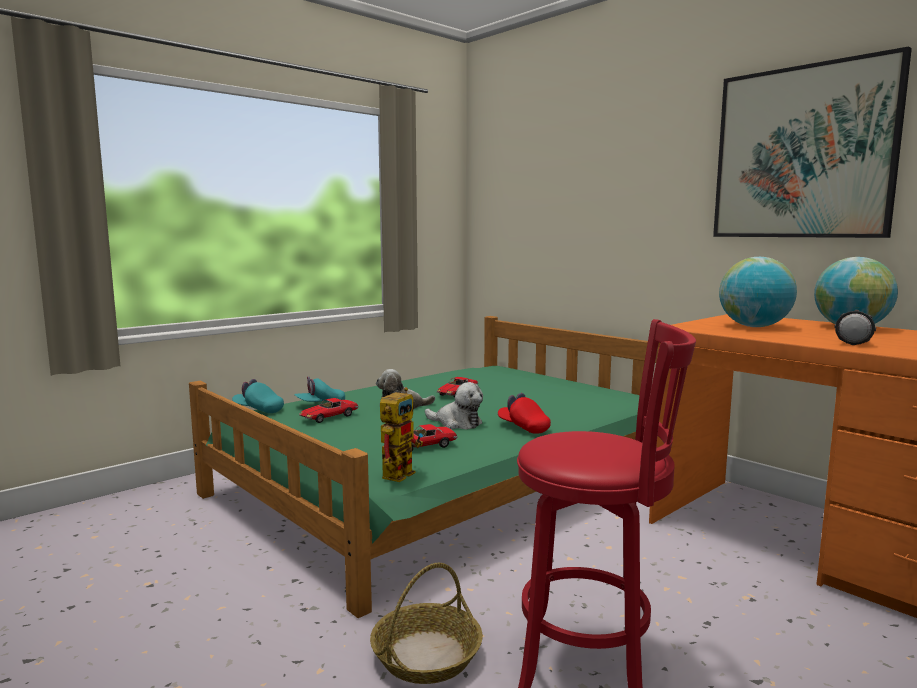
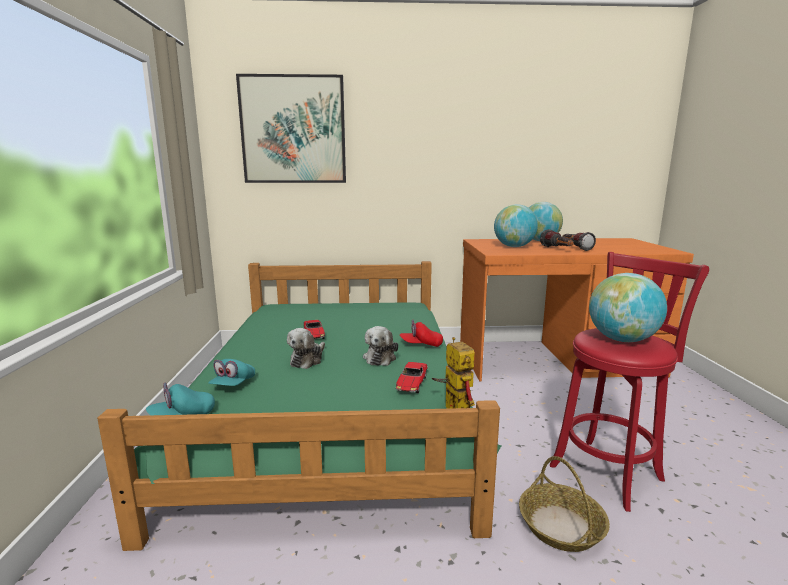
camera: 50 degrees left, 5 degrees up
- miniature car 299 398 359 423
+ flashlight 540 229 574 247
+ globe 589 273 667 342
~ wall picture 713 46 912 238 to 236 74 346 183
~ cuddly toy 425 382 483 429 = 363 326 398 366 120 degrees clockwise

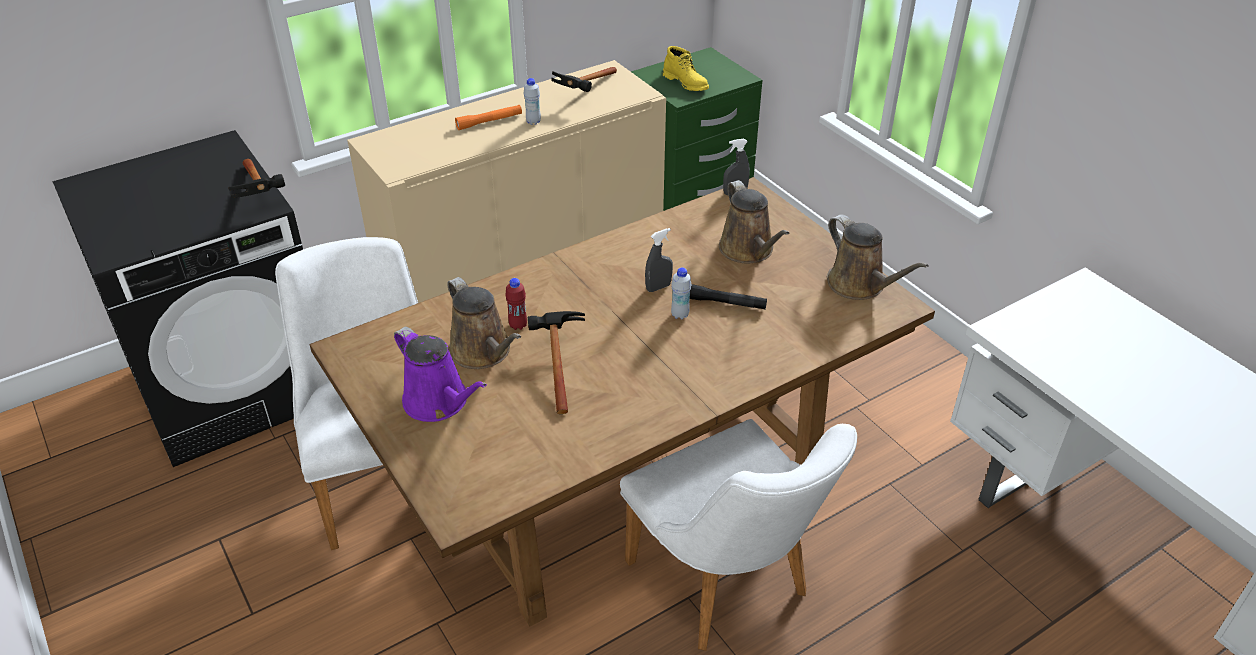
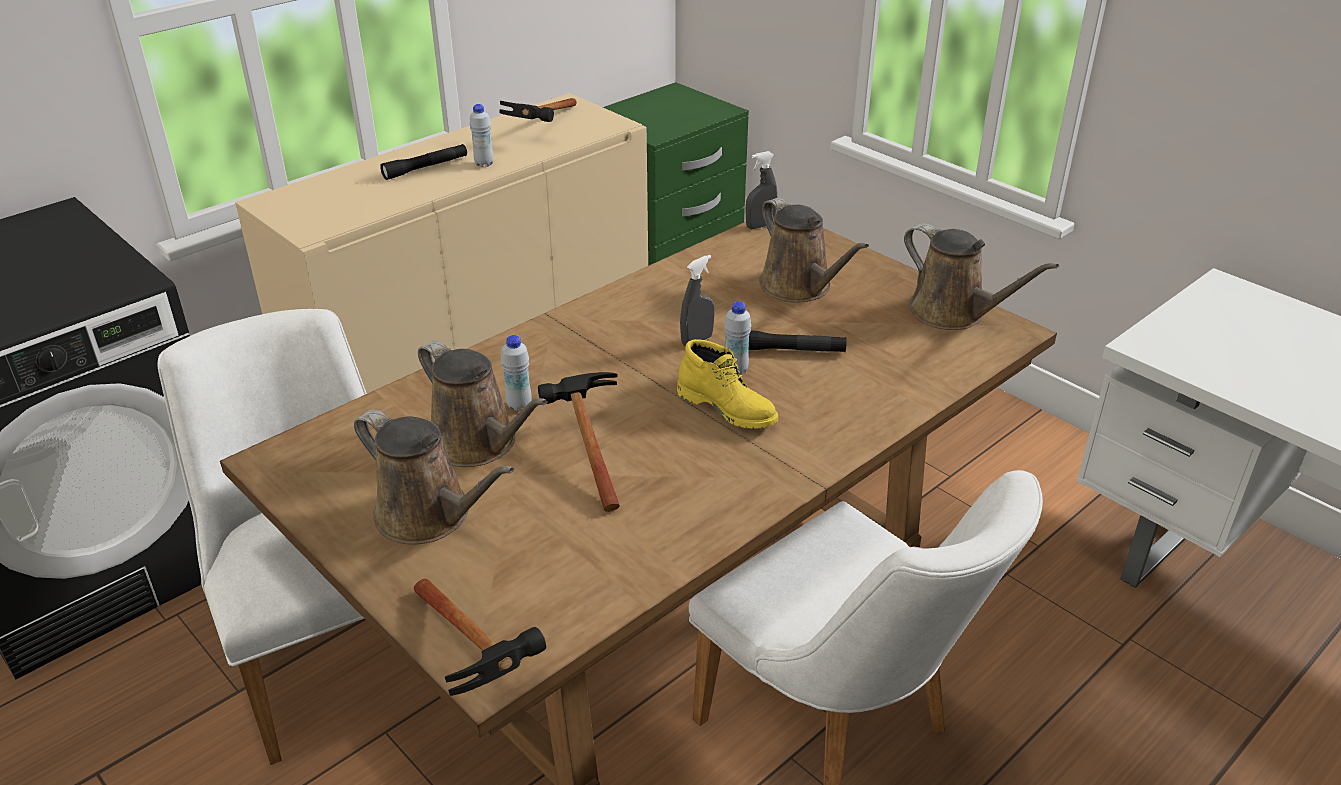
camera: 10 degrees left, 5 degrees down
~ hammer 228 159 285 198 to 414 579 546 696
~ boot/yellow-coloured 663 46 709 91 to 677 339 778 428
~ watering can/purple-coloured 394 327 487 422 to watering can/brown-coloured 354 409 514 545
~ flashlight/orangey 455 105 522 130 to flashlight/black 380 144 467 180
~ drink bottle/red-coloured 505 278 527 330 to drink bottle/white 501 335 532 411

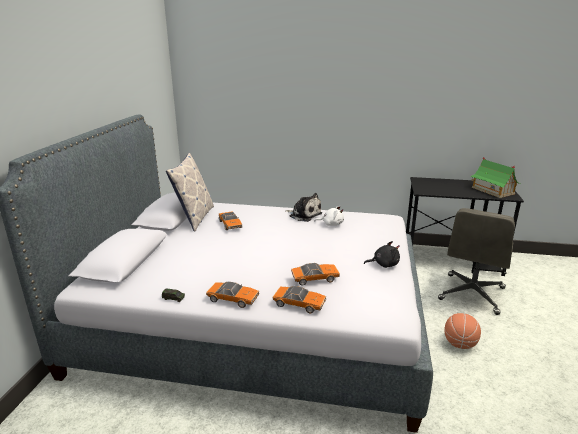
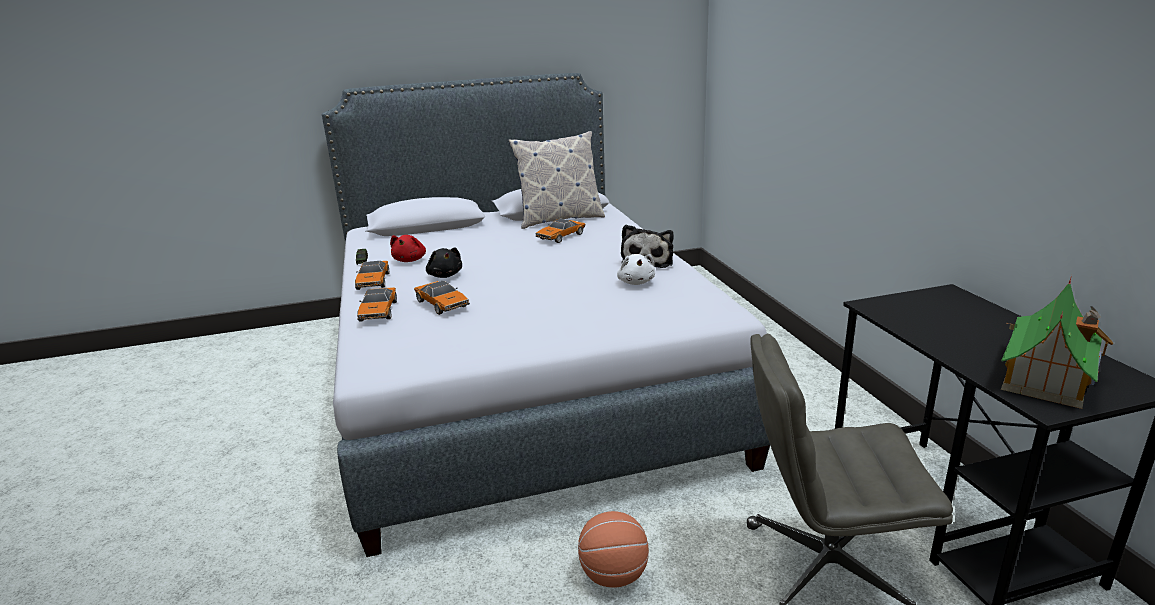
camera: 65 degrees right, 0 degrees up
+ cuddly toy/red-coloured 390 235 426 262
~ cuddly toy/black 364 241 400 268 to 426 247 462 278

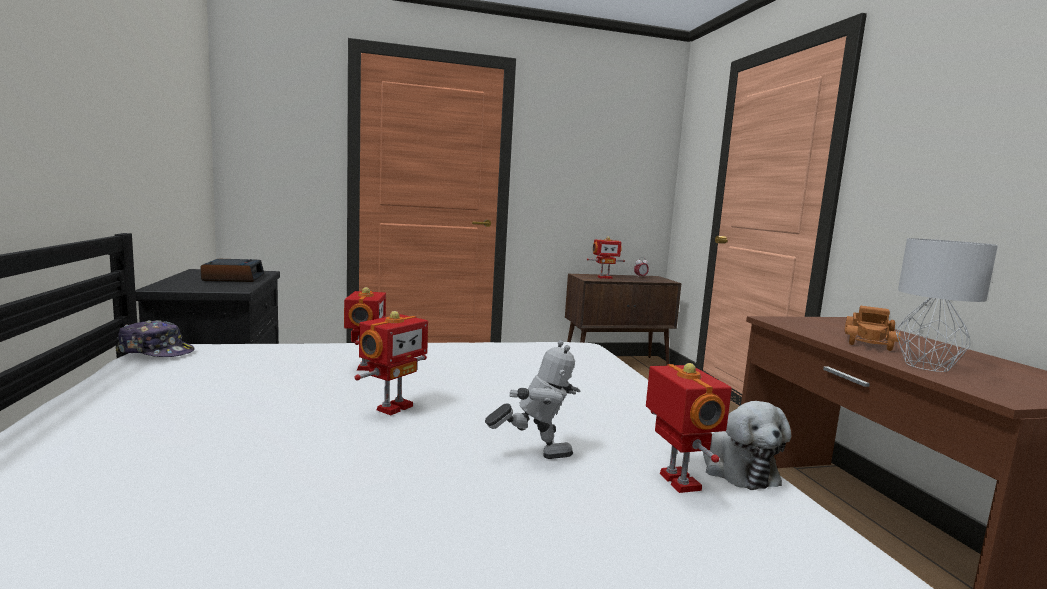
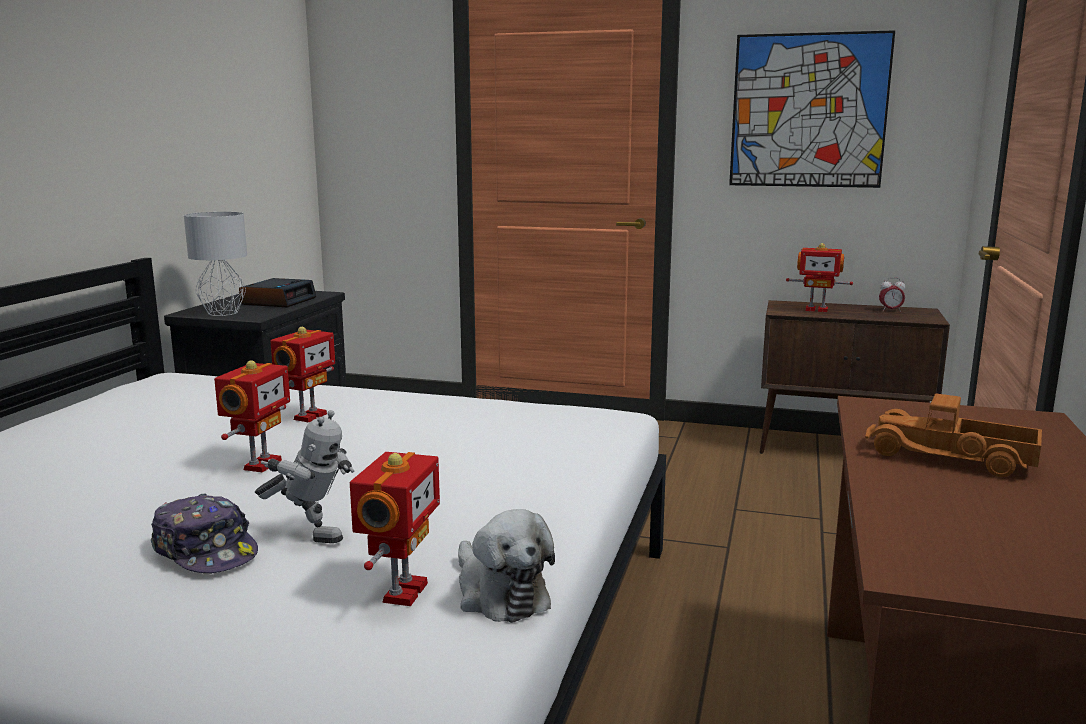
camera: 30 degrees right, 5 degrees up
+ wall picture 729 30 895 188
~ cap 115 320 195 357 to 151 493 258 573
~ lamp for a table/grey 896 238 998 372 to 184 212 247 316
~ toy robot 354 311 428 415 = 214 360 290 473 45 degrees counterclockwise
~ cuddly toy 703 401 791 490 = 458 509 555 623 45 degrees counterclockwise
~ model truck 845 306 900 351 = 865 394 1042 477 60 degrees clockwise

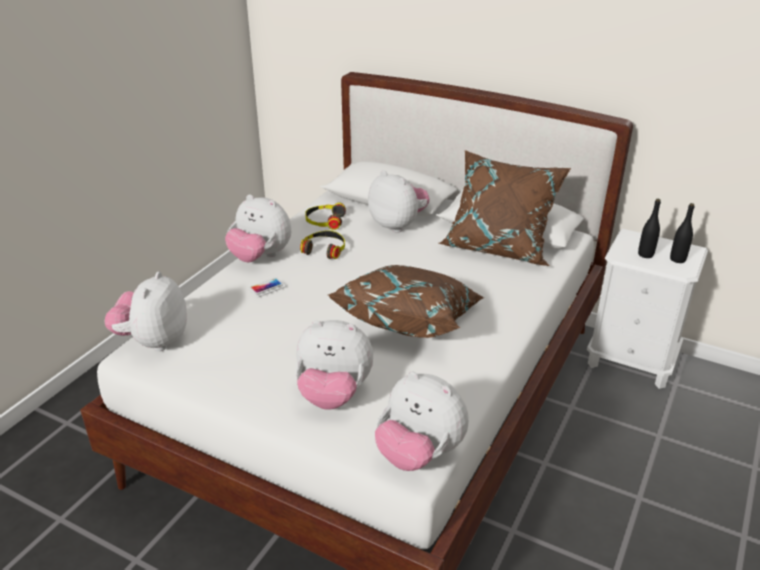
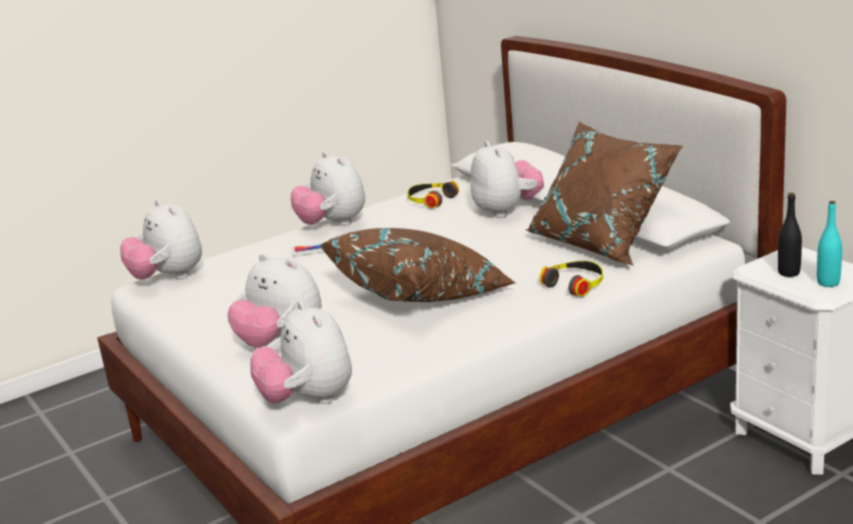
camera: 30 degrees right, 10 degrees down
~ headset 300 230 345 259 to 540 261 603 297
~ drink bottle/black 670 203 694 263 to drink bottle/turquoise-coloured 817 201 842 287
~ cuddly toy 104 271 187 351 = 120 200 202 280 75 degrees counterclockwise

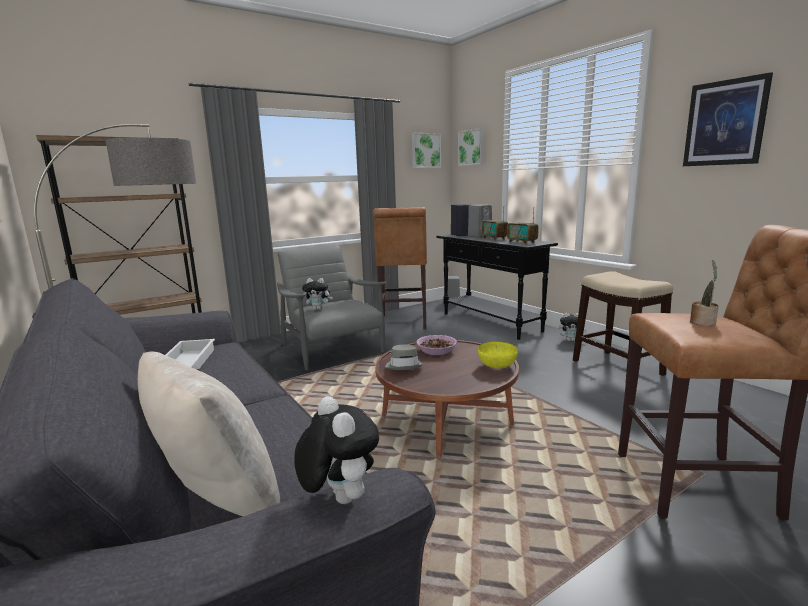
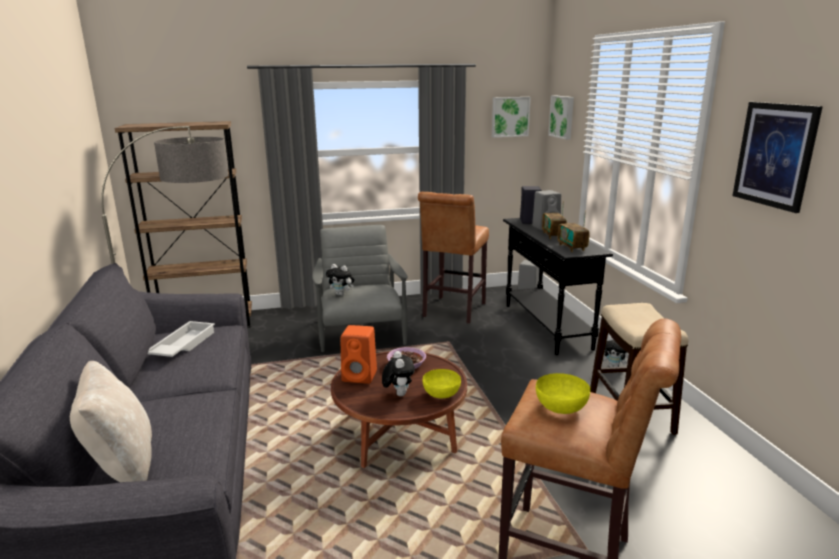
camera: 20 degrees right, 5 degrees up
~ cuddly toy 294 396 379 504 to 382 351 415 396
~ clothing hat/grey 385 344 423 370 to speaker/orangey 341 325 377 384
~ plant in a pot 690 260 719 326 to bowl/yellow-coloured 536 373 590 414

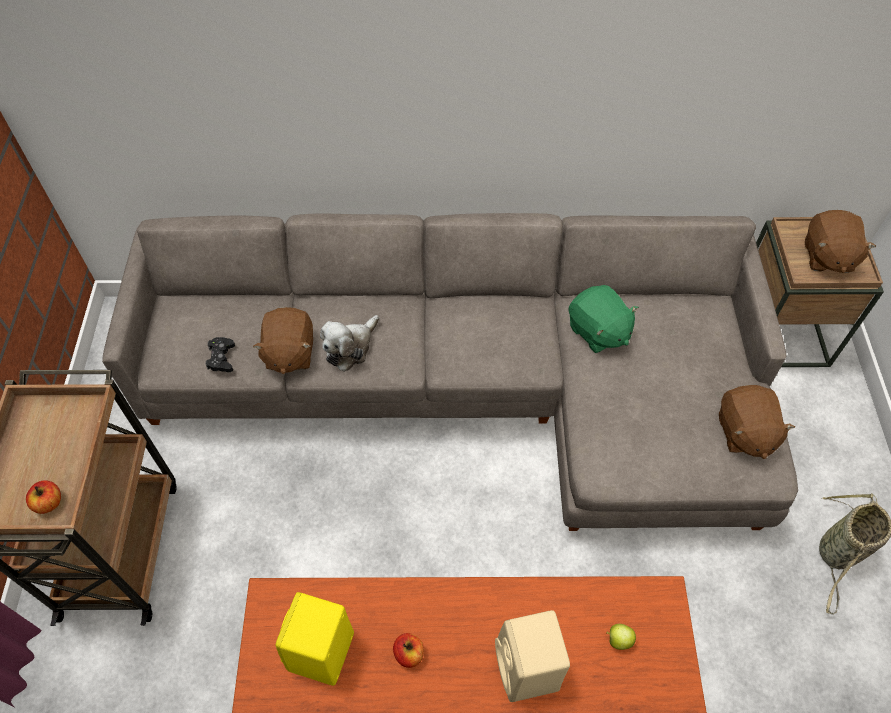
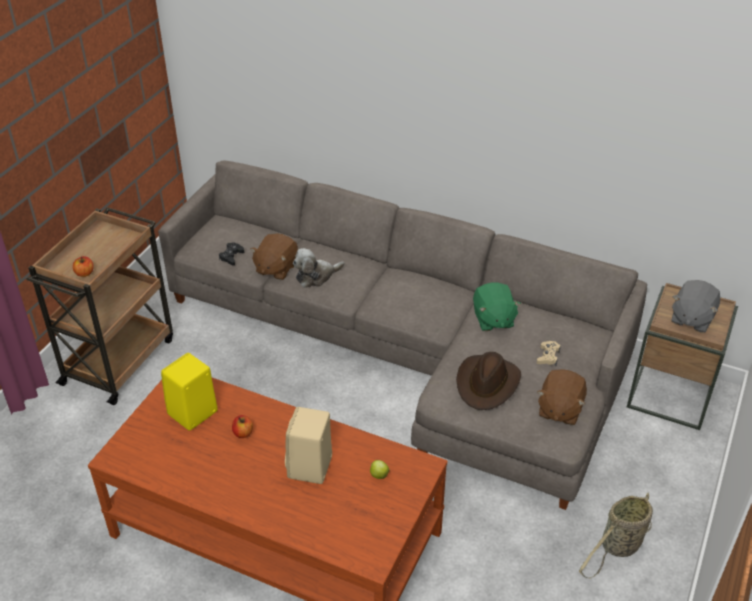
camera: 25 degrees right, 15 degrees down
+ clothing hat/brown-coloured 456 352 521 410
+ gamepad/sand-coloured 537 341 561 365
~ cuddly toy/brown-coloured 805 210 876 273 to cuddly toy/grey 671 280 720 333

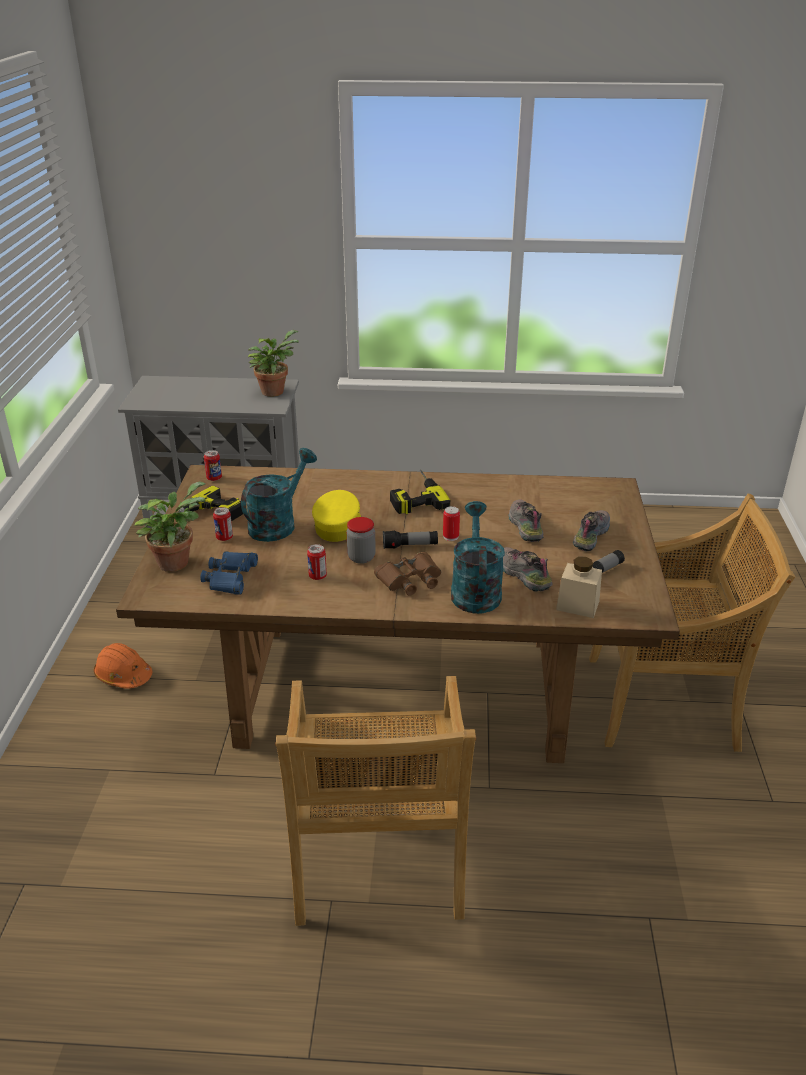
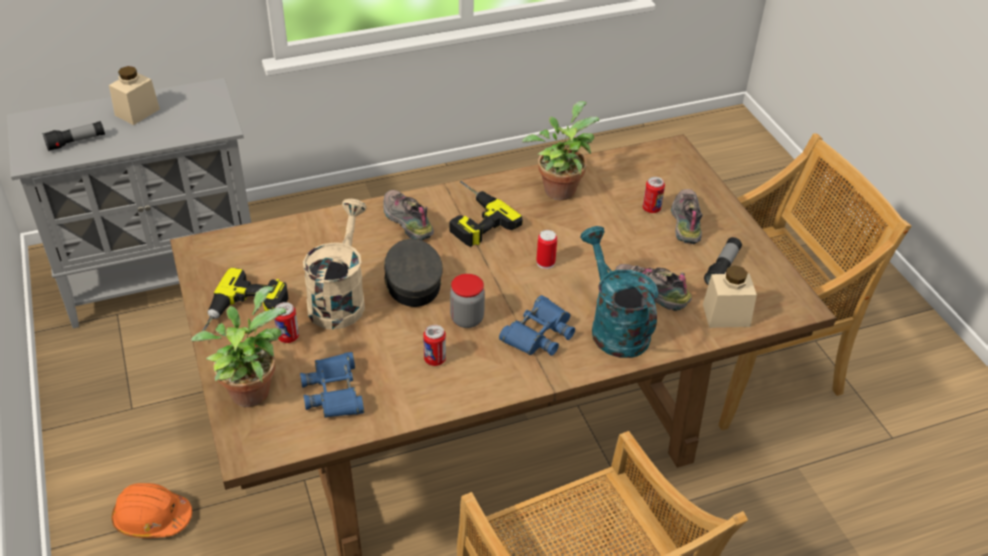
camera: 25 degrees left, 10 degrees up
+ preserve jar/sand-coloured 109 66 160 125
~ sealed can 204 450 222 481 to 642 177 665 213
~ plant in a pot 248 330 299 397 to 522 101 599 200
~ flashlight 383 531 438 549 to 42 121 105 151
~ low shoe 509 499 544 542 to 383 190 434 241
~ watering can/turquoise-coloured 241 448 317 542 to watering can/sand-coloured 303 199 367 330
~ cap/yellow-coloured 312 490 361 542 to cap/grey 384 239 443 307
~ field glasses/brown-coloured 374 552 441 596 to field glasses/blue-coloured 499 295 575 356

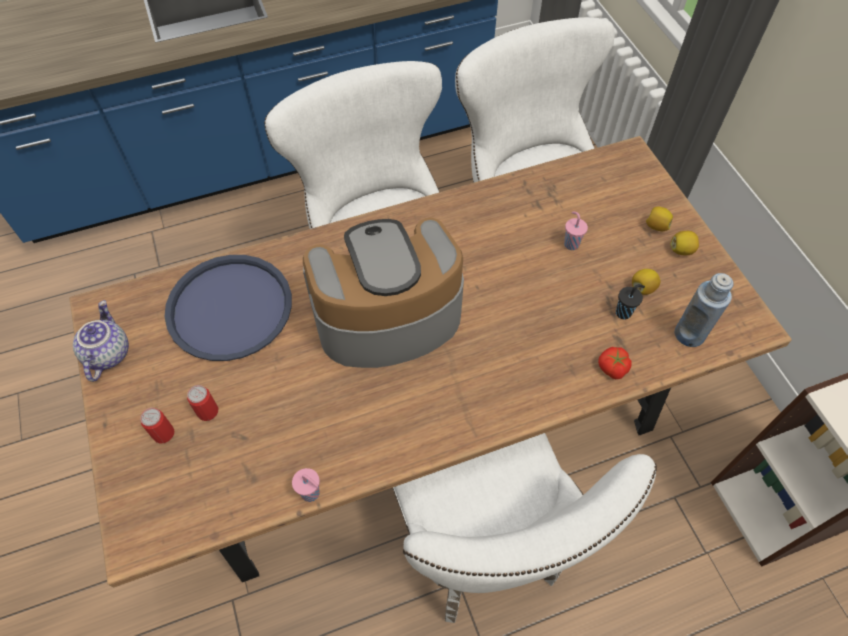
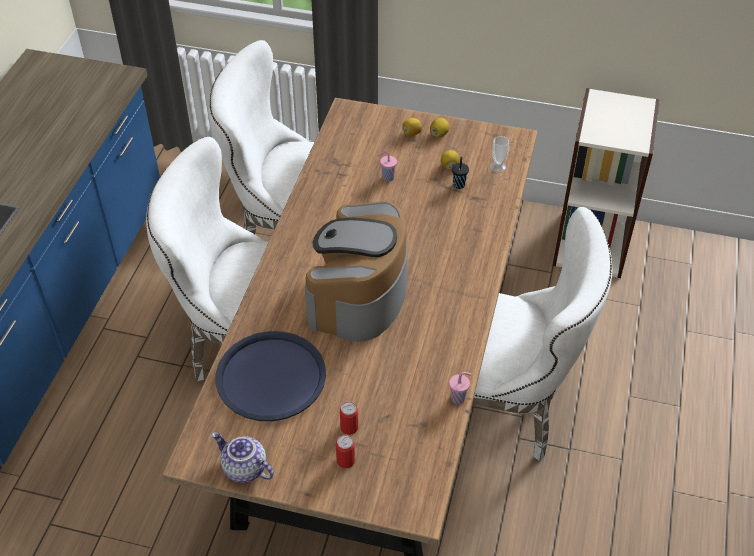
camera: 55 degrees left, 10 degrees down
- whole tomato 598 347 632 379
~ drink bottle/blue-coloured 675 273 734 347 to small cup 490 136 509 173

